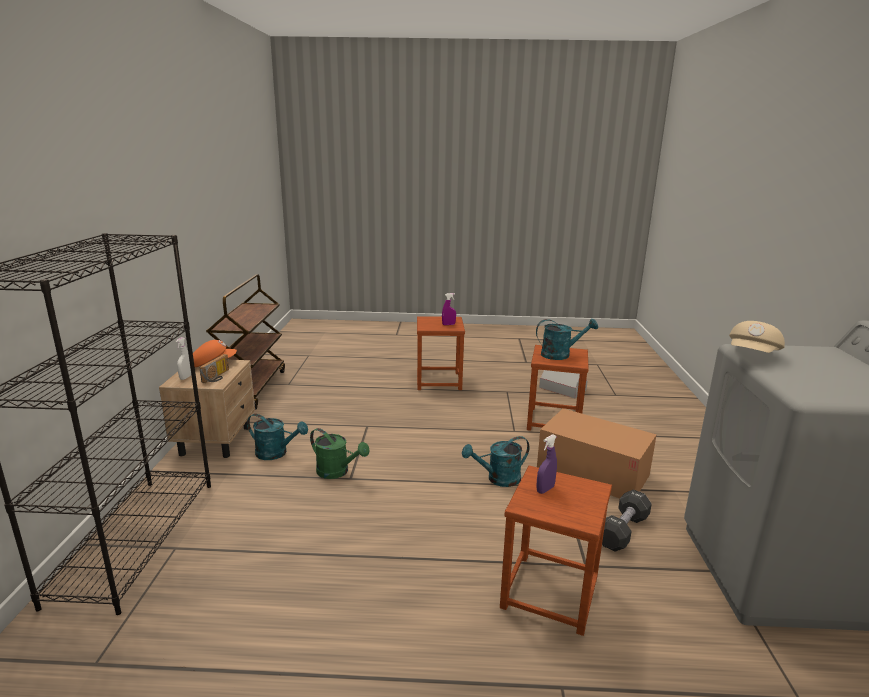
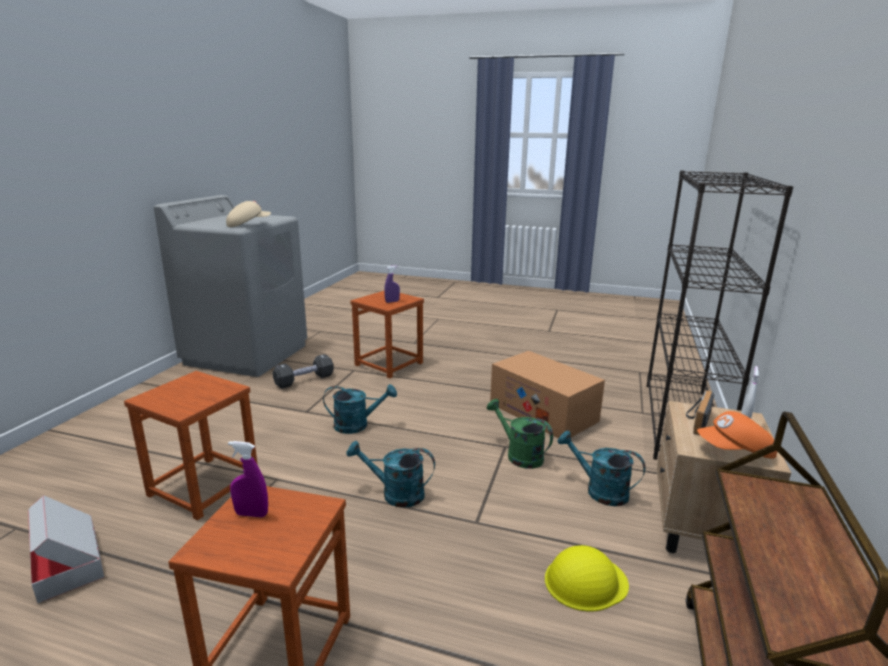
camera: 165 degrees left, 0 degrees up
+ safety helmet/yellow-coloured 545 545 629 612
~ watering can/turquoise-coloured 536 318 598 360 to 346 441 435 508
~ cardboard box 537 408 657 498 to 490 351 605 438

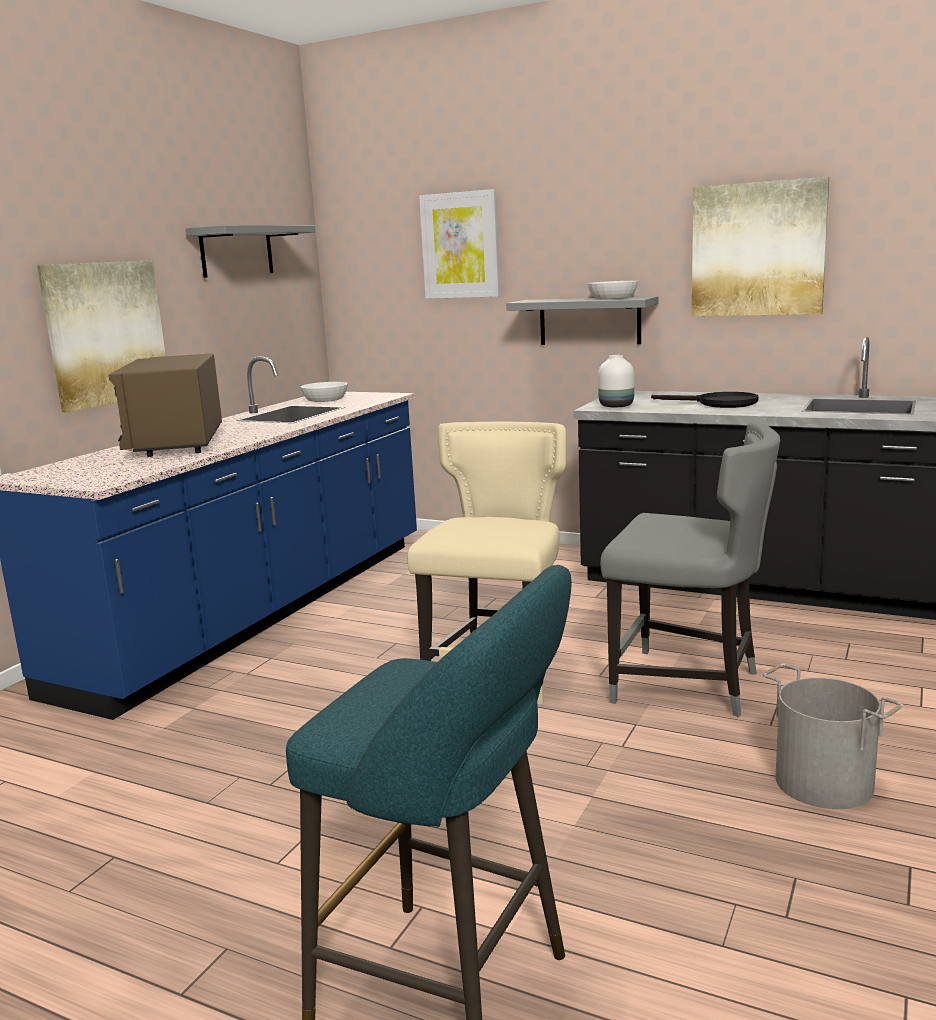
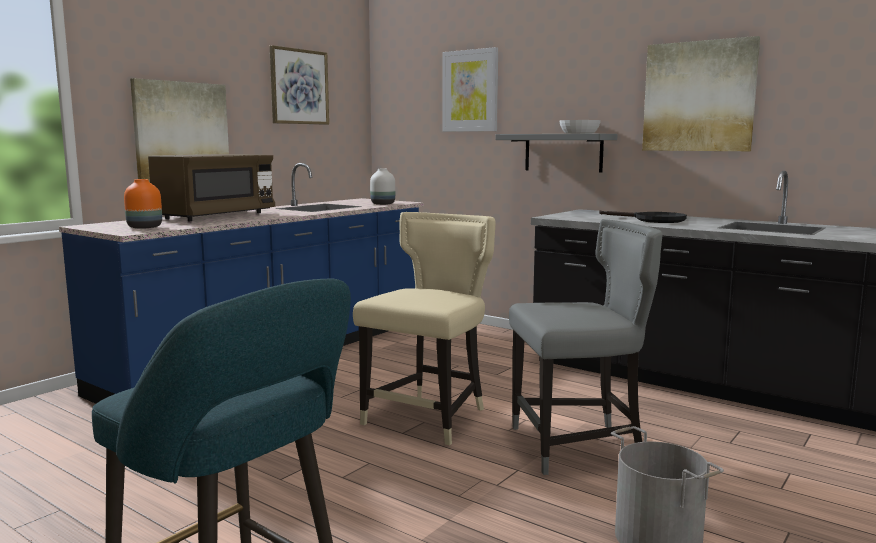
camera: 10 degrees right, 5 degrees down
- bowl/white 301 382 348 402
+ flower vase/orangey 124 179 162 228
~ flower vase/white 598 355 634 407 to 370 169 395 205
~ wall shelf/grey 185 225 315 278 to wall picture 270 45 329 125
~ microwave oven/brown-coloured 108 353 222 457 = 148 154 275 221 150 degrees counterclockwise
~ upright chair/grey 600 422 780 717 = 509 219 663 475 45 degrees counterclockwise

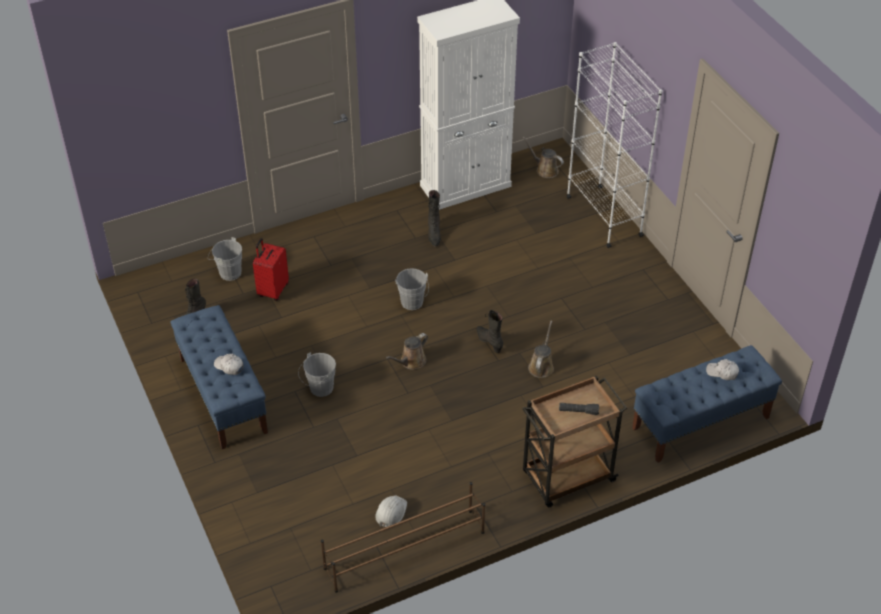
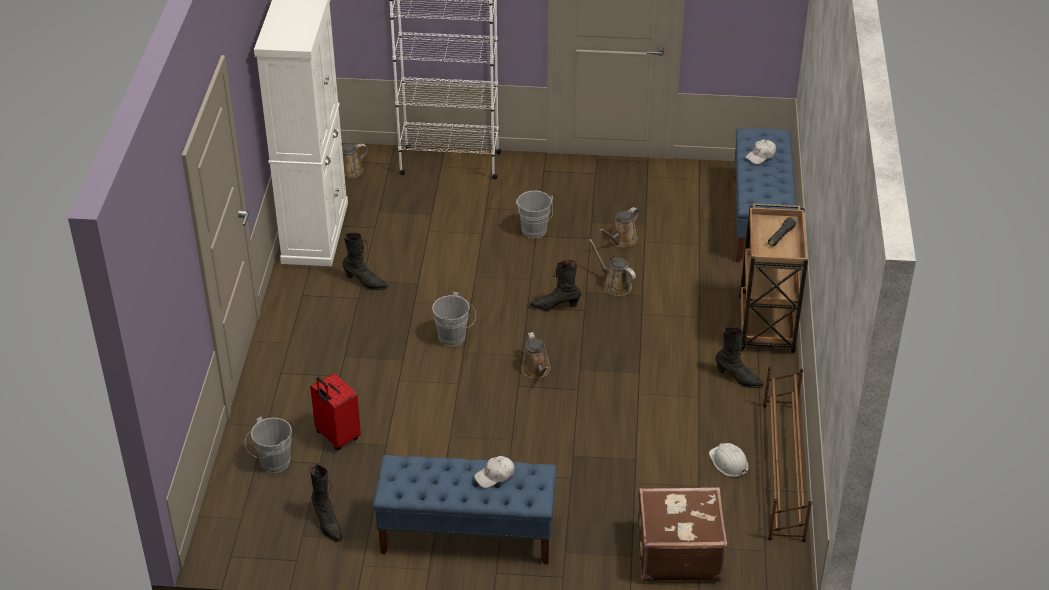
camera: 60 degrees left, 5 degrees down
+ watering can/brown-coloured 599 207 639 247
+ travel case/brown-coloured 637 487 727 581
+ boot/black 715 326 764 388
~ pail/grey 298 352 336 397 to 516 191 553 238

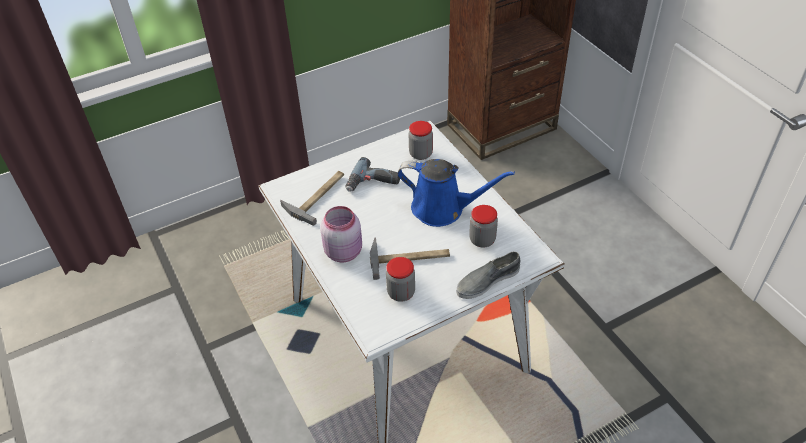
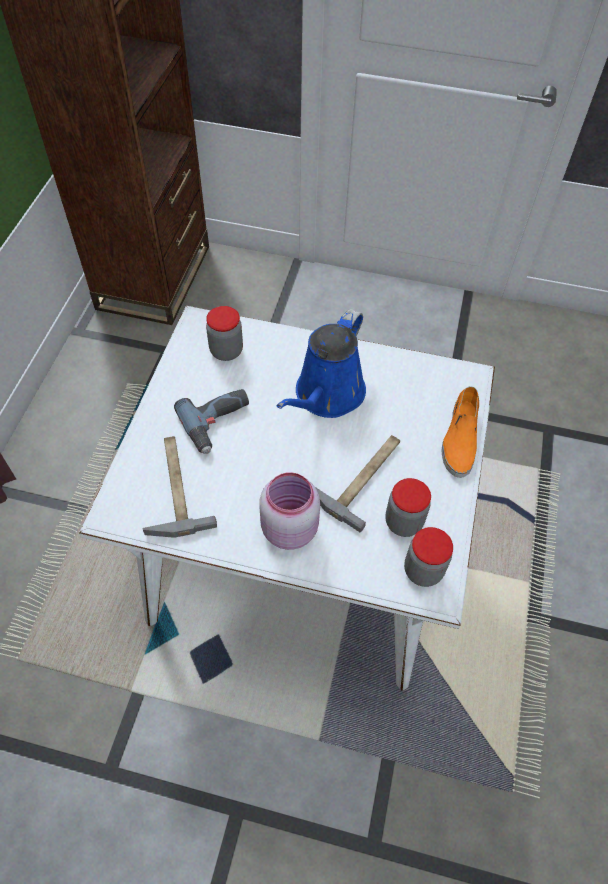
camera: 50 degrees left, 10 degrees up
~ preserve jar 469 205 498 248 to 404 527 453 587
~ low shoe/grey 456 251 521 299 to low shoe/orangey 441 386 479 478
~ watering can/blue-coloured 397 159 515 227 = 277 309 366 418 150 degrees clockwise

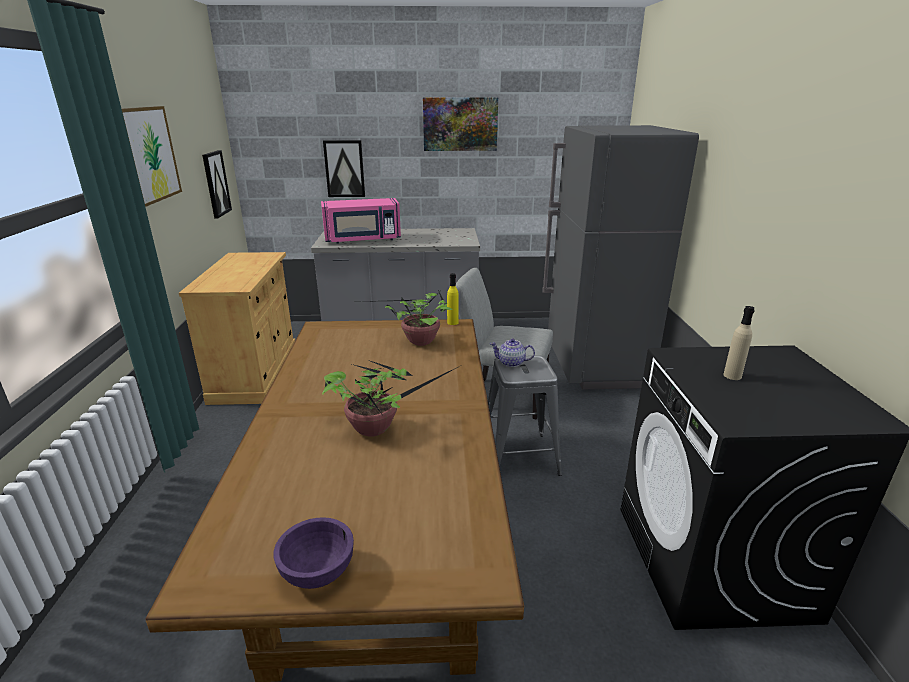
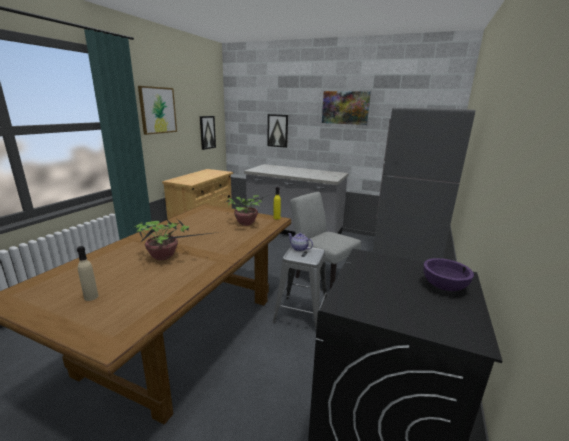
camera: 25 degrees right, 5 degrees down
- microwave oven/pink 321 198 401 244
~ bowl/purple-coloured 273 517 354 589 to 424 258 474 291
~ drink bottle/sand-coloured 724 306 755 380 to 77 246 98 301

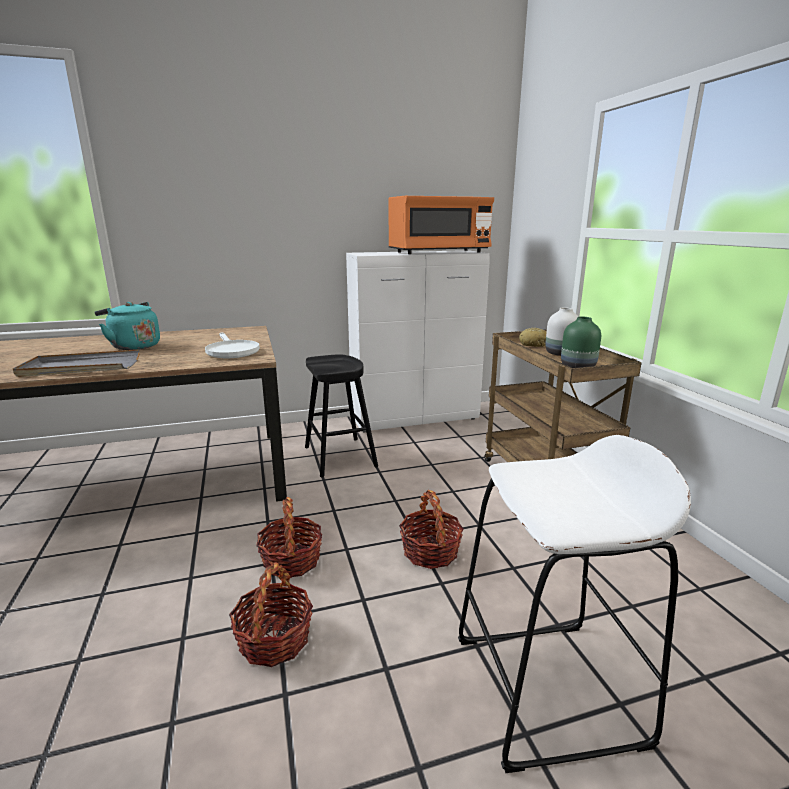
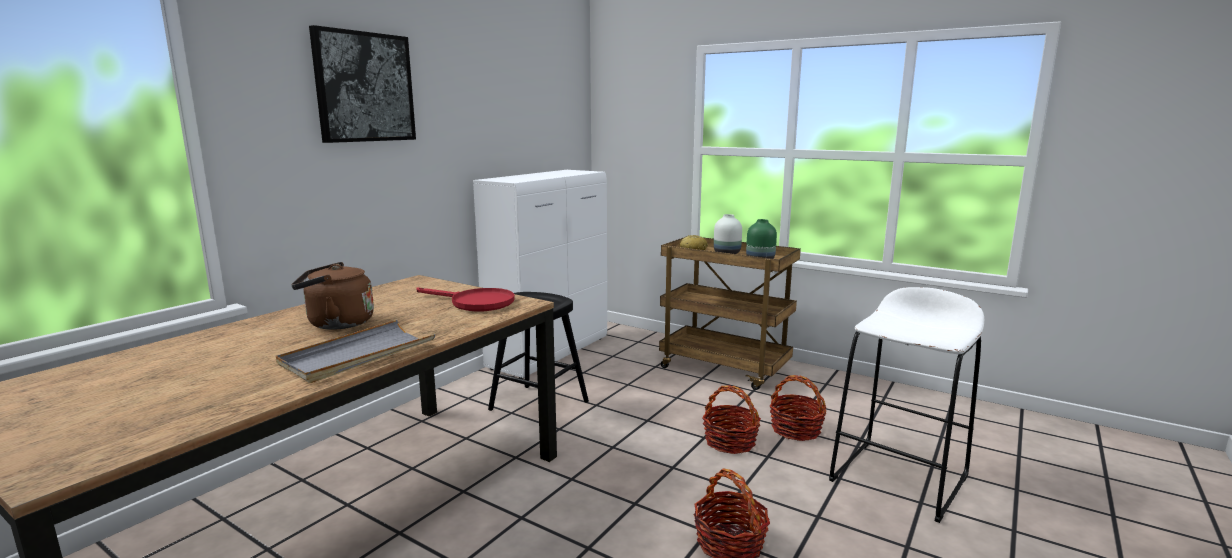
camera: 40 degrees left, 5 degrees down
- microwave oven/orangey 389 196 494 254
+ wall picture 309 25 416 143
~ storage basket 256 497 322 578 to 769 375 826 441
~ kettle/turquoise-coloured 95 302 160 350 to kettle/brown-coloured 291 262 374 330
~ skillet/white 205 332 260 358 to skillet/red-coloured 416 288 515 312

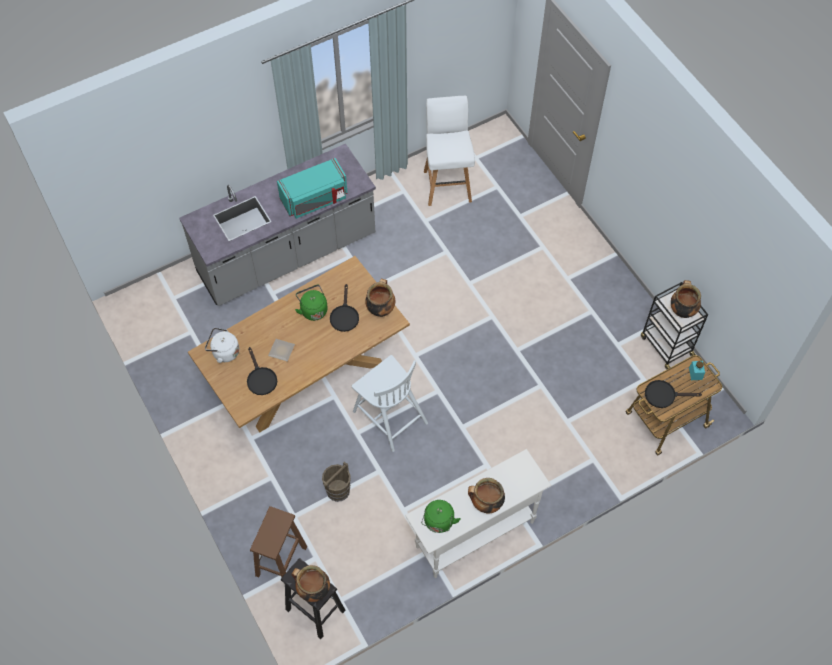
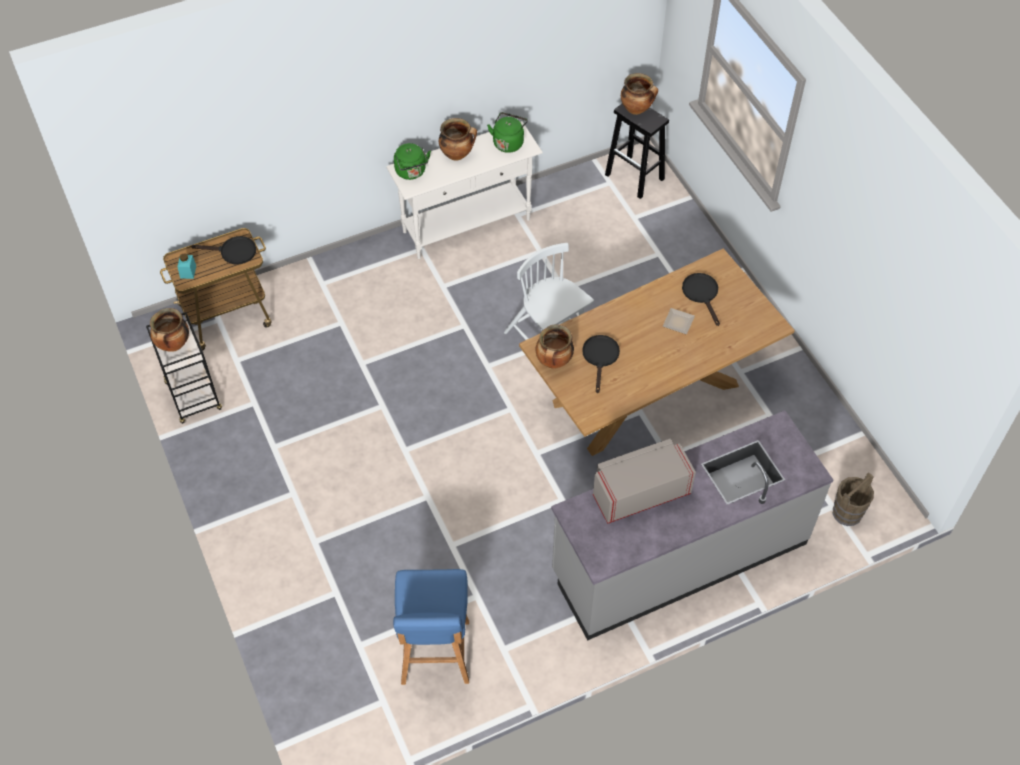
camera: 175 degrees left, 5 degrees down
- kettle/white 205 328 239 363
- stool/brown-coloured 250 506 307 584
~ kettle/green-coloured 295 285 328 321 to 394 143 431 180
~ pail/brown-coloured 322 462 351 502 to 833 472 874 526
~ microwave oven/turquoise-coloured 277 158 347 219 to microwave oven/grey 593 439 696 524
~ stool/white 424 96 475 206 to stool/blue-coloured 393 569 469 685

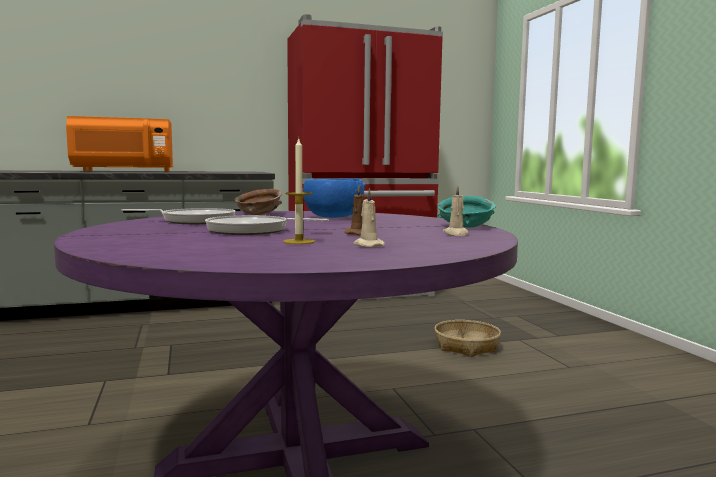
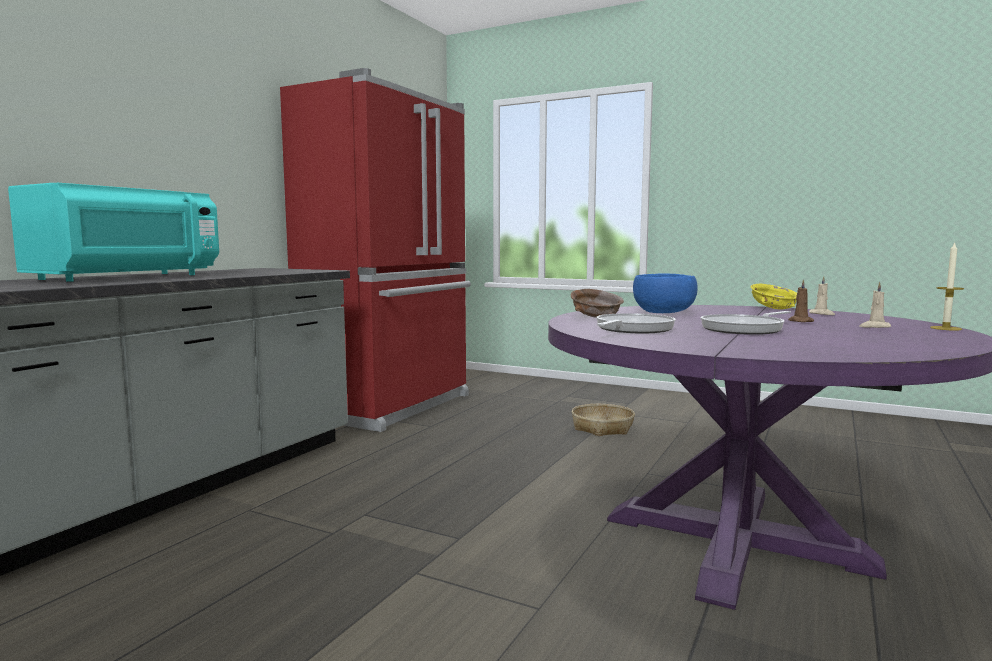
camera: 45 degrees left, 0 degrees up
~ wax candle 283 139 315 244 to 930 242 964 331
~ microwave oven/orangey 66 116 173 172 to microwave oven/turquoise-coloured 8 183 219 282
~ bowl/turquoise-coloured 437 196 496 227 to bowl/yellow-coloured 750 284 797 309

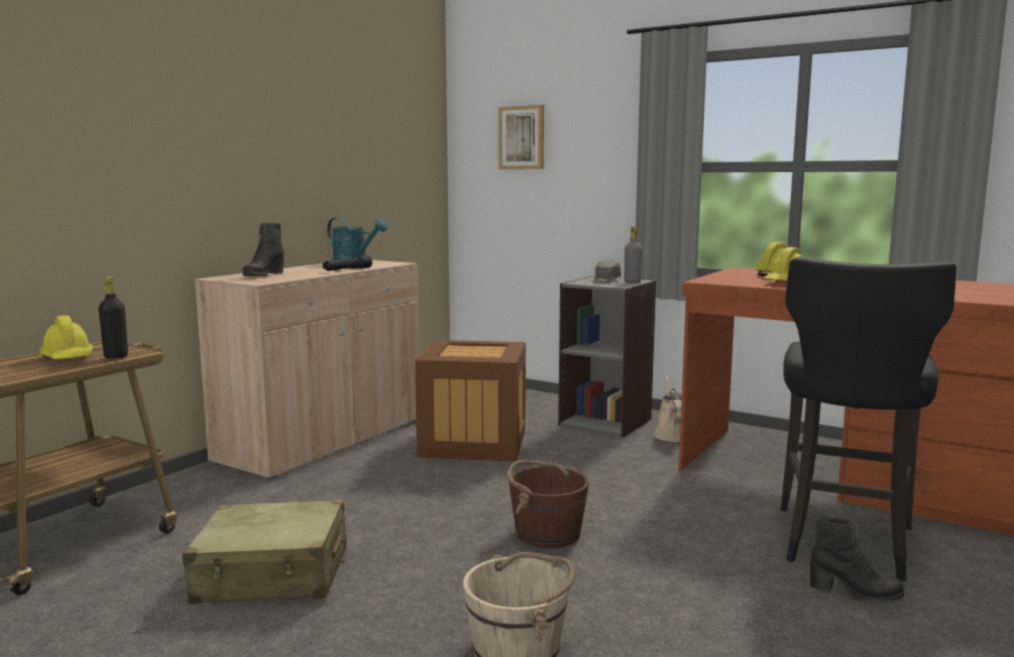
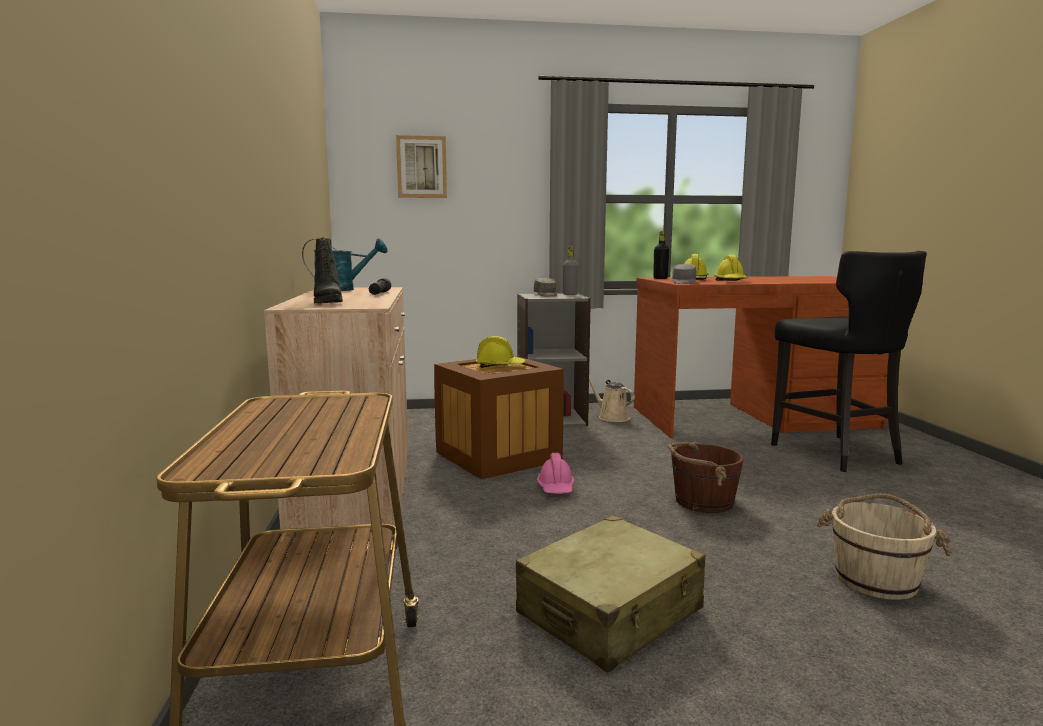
camera: 40 degrees left, 0 degrees up
- boot/black 810 517 904 603
+ safety helmet/pink 537 453 574 494
+ cap/grey 672 264 696 284
~ safety helmet/yellow-coloured 39 315 93 359 to 476 336 526 368
~ drink bottle/black 98 277 128 359 to 653 231 669 279

